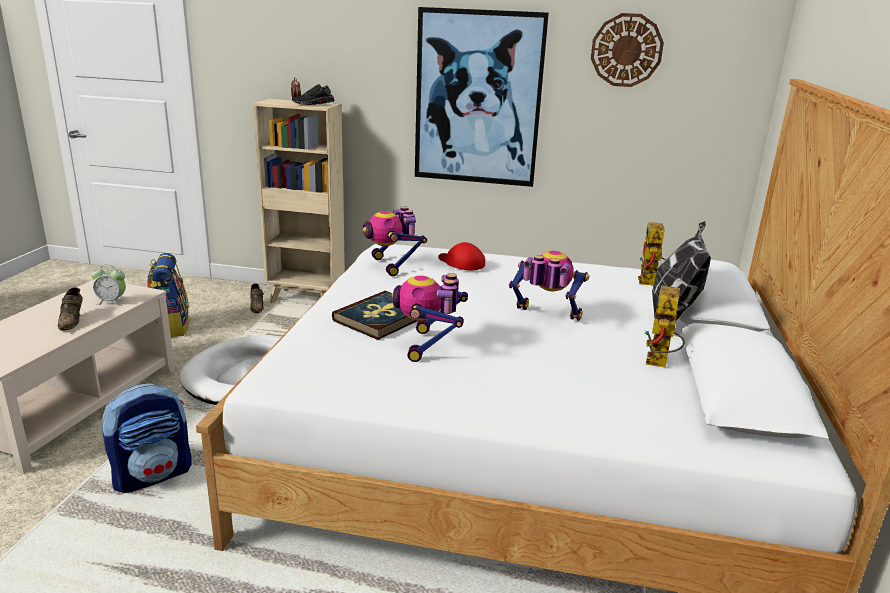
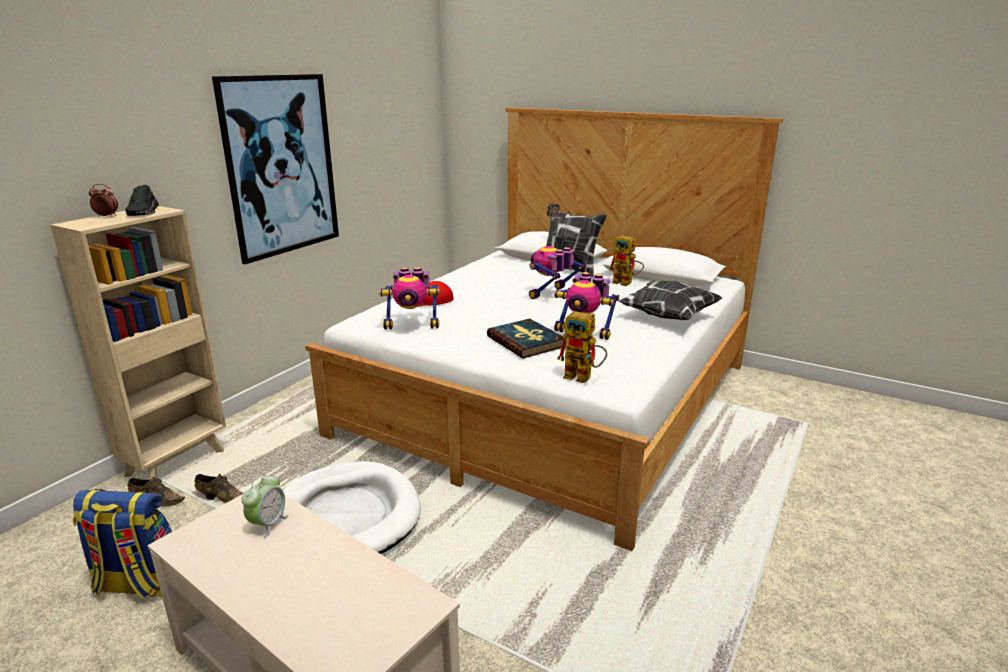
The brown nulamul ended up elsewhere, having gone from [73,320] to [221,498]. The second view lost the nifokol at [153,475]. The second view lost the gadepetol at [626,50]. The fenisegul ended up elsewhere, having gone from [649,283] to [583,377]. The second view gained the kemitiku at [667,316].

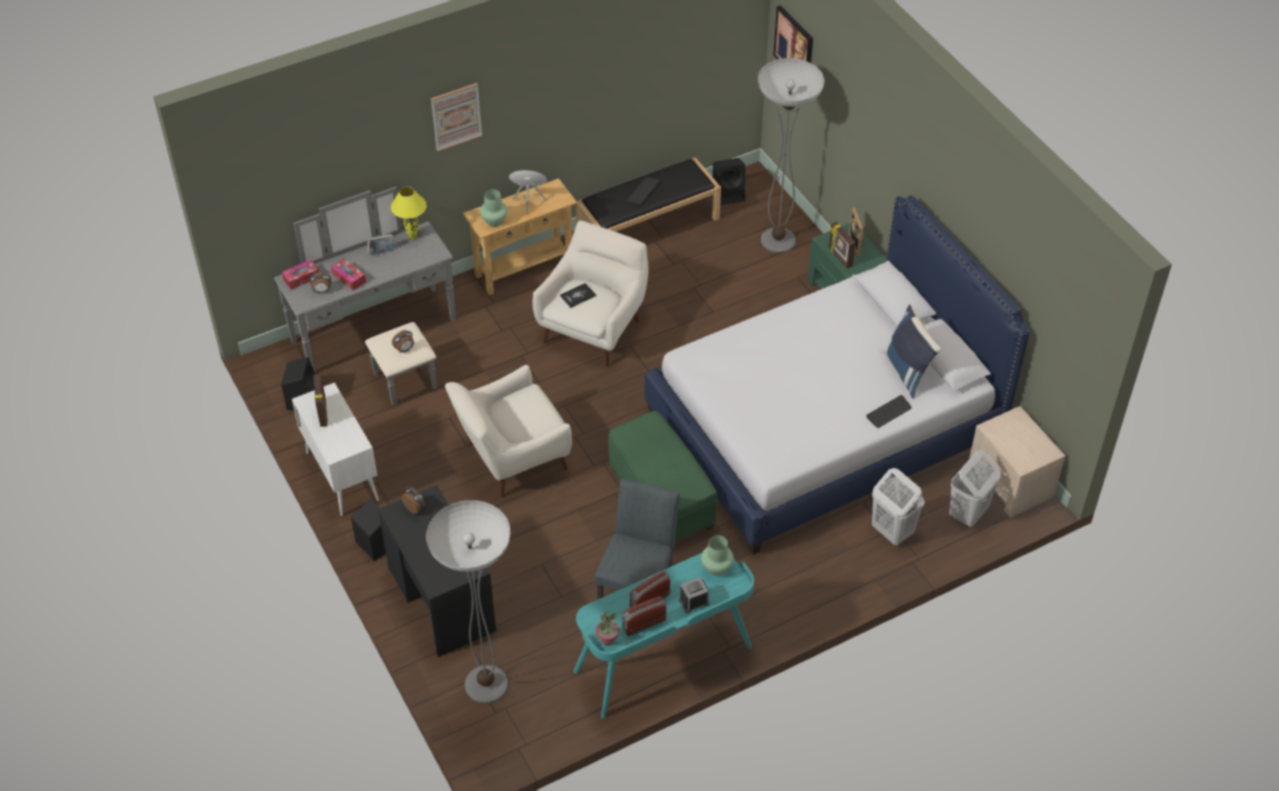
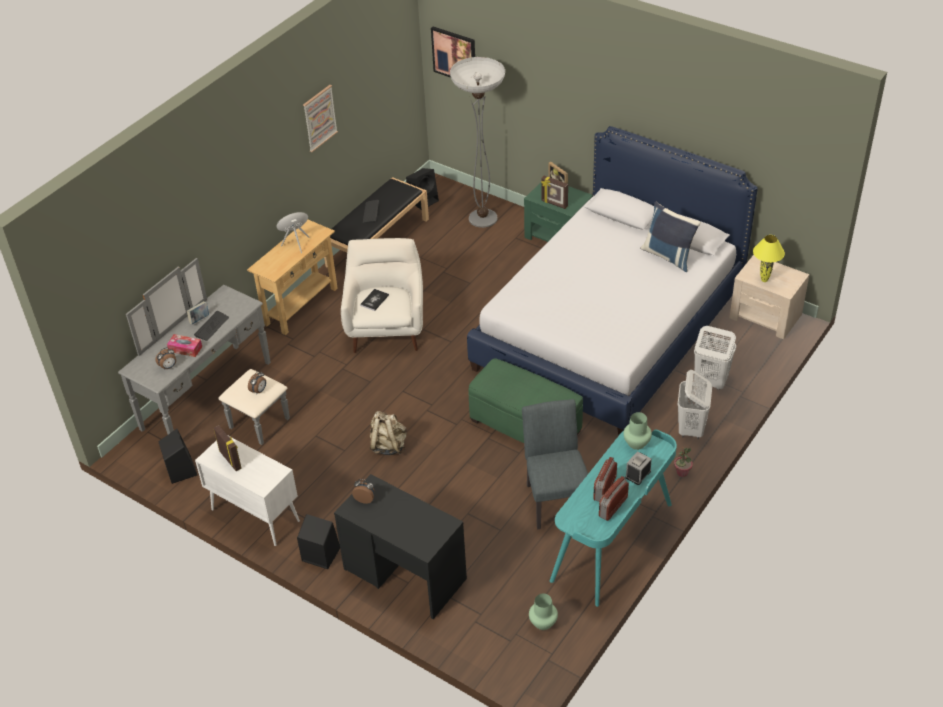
The second view lost the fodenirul at [301,278]. The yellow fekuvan ended up elsewhere, having gone from [412,236] to [764,280]. The second view lost the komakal at [486,684]. The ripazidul ended up elsewhere, having gone from [456,116] to [319,118]. Where the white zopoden stood at [512,459], the beige nifokol came to stand at [388,446]. The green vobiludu ended up elsewhere, having gone from [495,221] to [543,622]. The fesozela ended up elsewhere, having gone from [607,639] to [682,472]. The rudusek ended up elsewhere, having gone from [889,412] to [211,326]. The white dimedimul ended up elsewhere, having gone from [967,514] to [691,429].

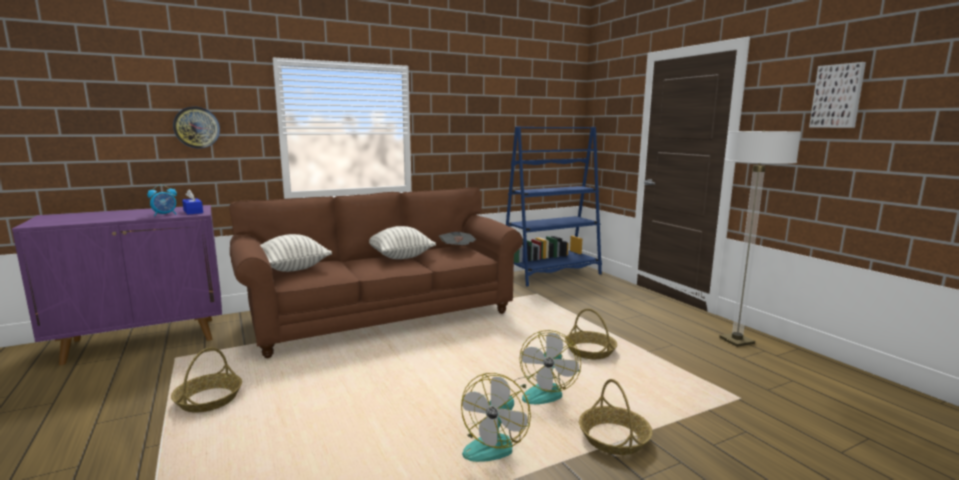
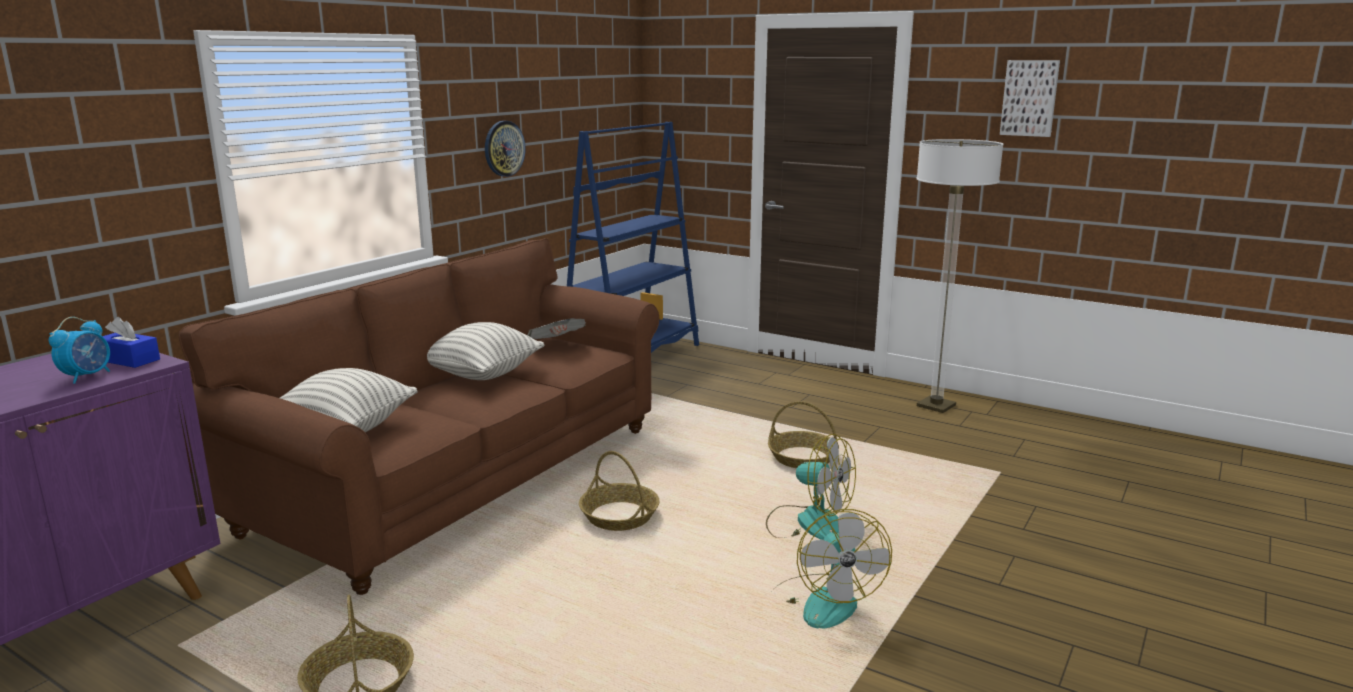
The gadepetol ended up elsewhere, having gone from [197,127] to [504,148]. The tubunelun at [544,391] ended up facing another way, 45 degrees counterclockwise from before. The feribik ended up elsewhere, having gone from [614,438] to [620,516].

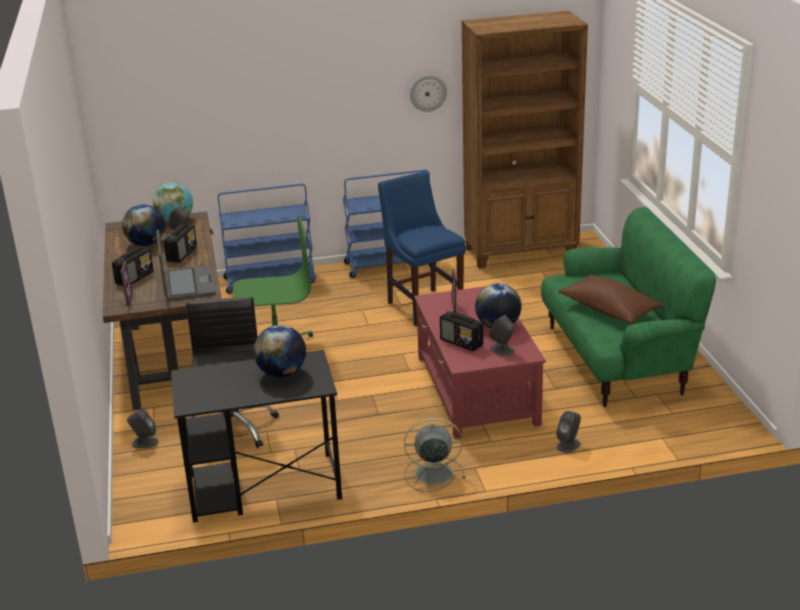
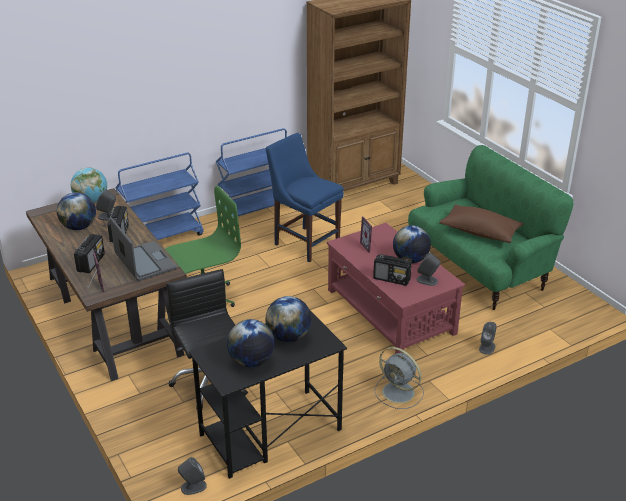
The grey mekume ended up elsewhere, having gone from [144,443] to [193,487]. The grey tubunelun at [432,474] ended up facing another way, 120 degrees counterclockwise from before. The second view lost the gadepetol at [428,93]. The second view gained the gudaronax at [251,361].

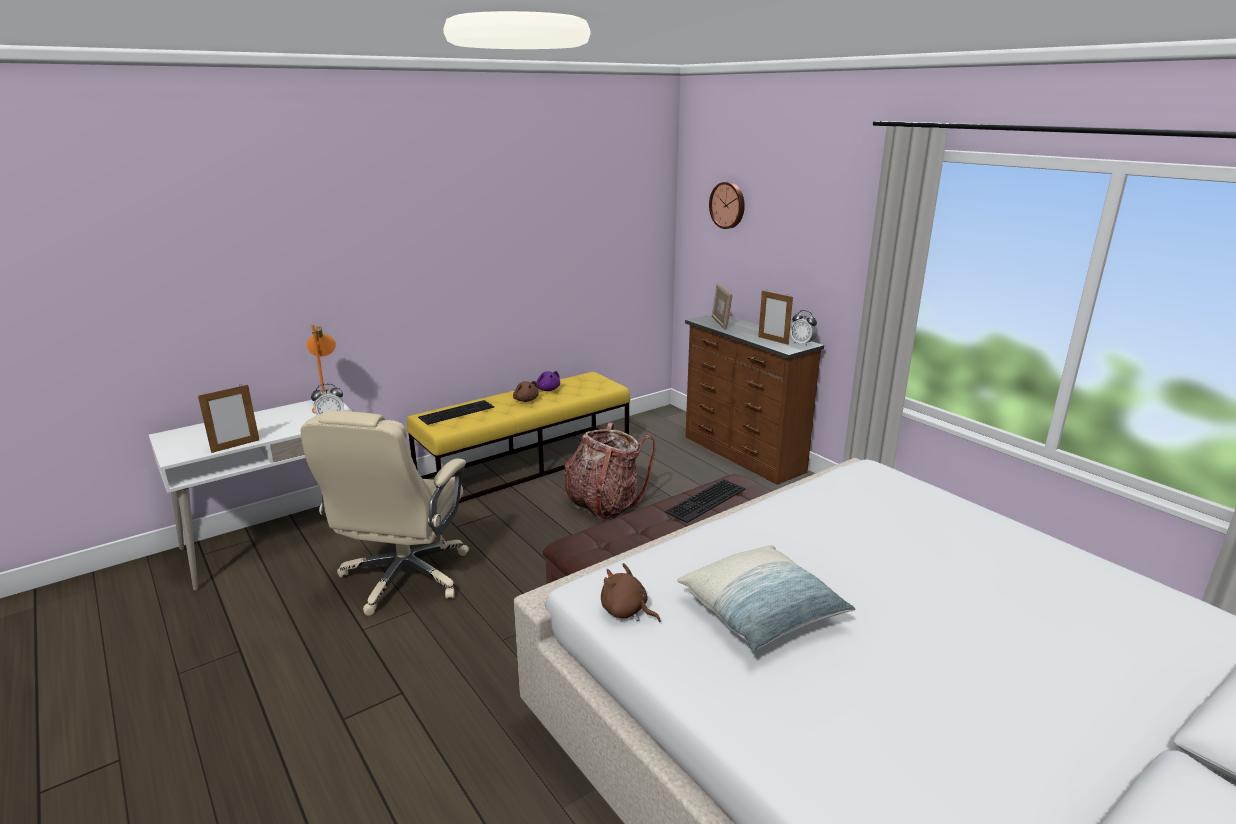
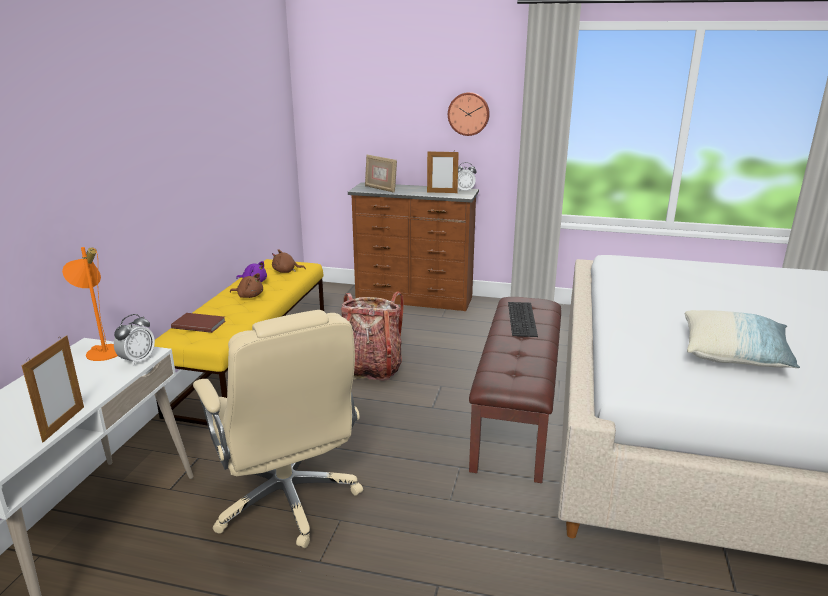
Where the rudusek stood at [456,411], the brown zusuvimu came to stand at [199,324]. The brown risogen ended up elsewhere, having gone from [626,611] to [286,271]. The gadepetol ended up elsewhere, having gone from [728,205] to [468,113].

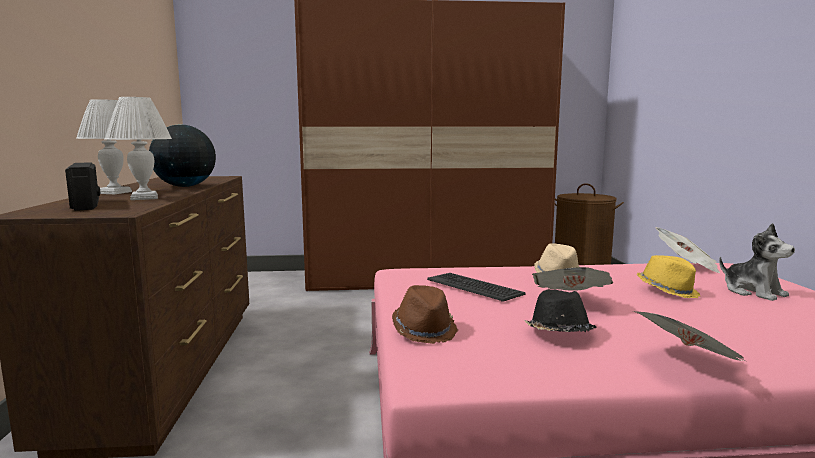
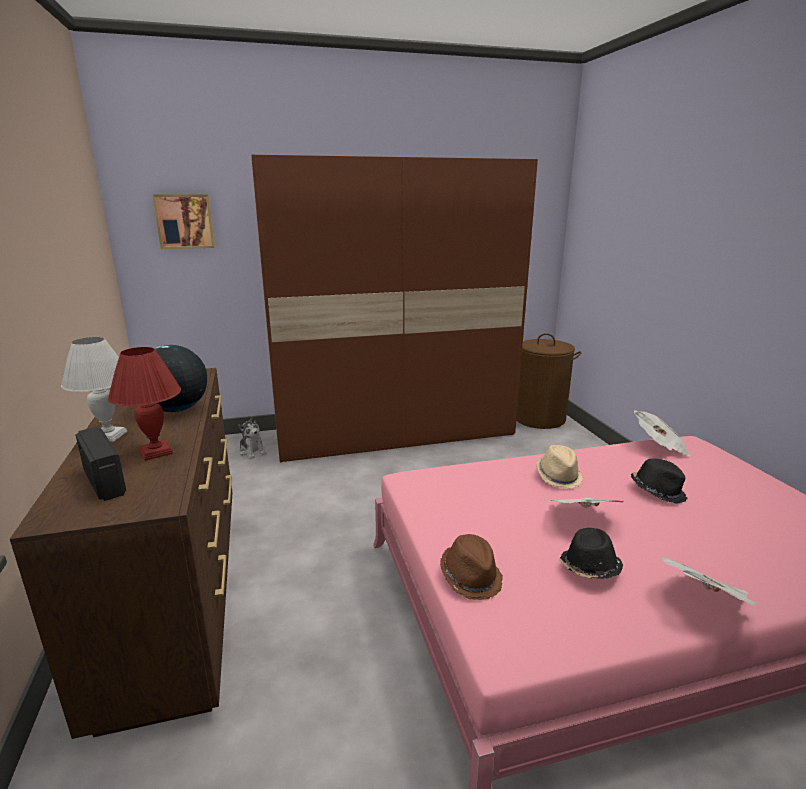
What was the white fekuvan at [144,198] turned into the red fekuvan at [155,452]. The second view lost the rudusek at [474,287]. What was the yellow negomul at [667,291] turned into the black negomul at [657,491]. The risogen ended up elsewhere, having gone from [753,292] to [252,452]. The second view gained the ripazidul at [185,221].

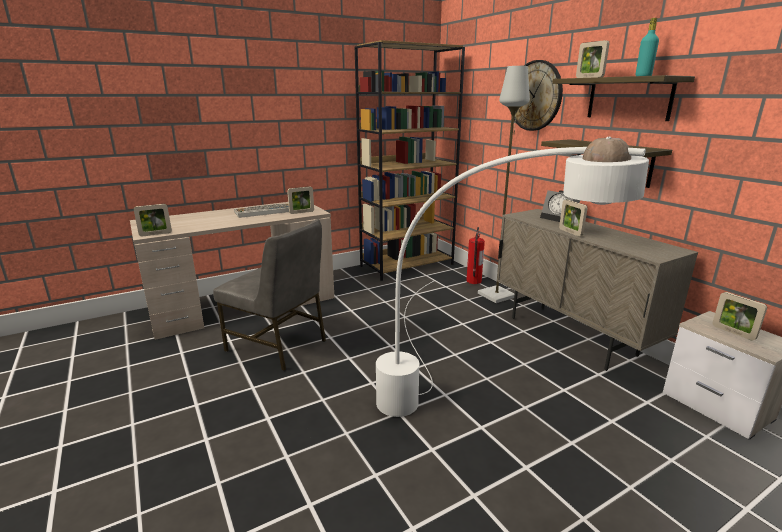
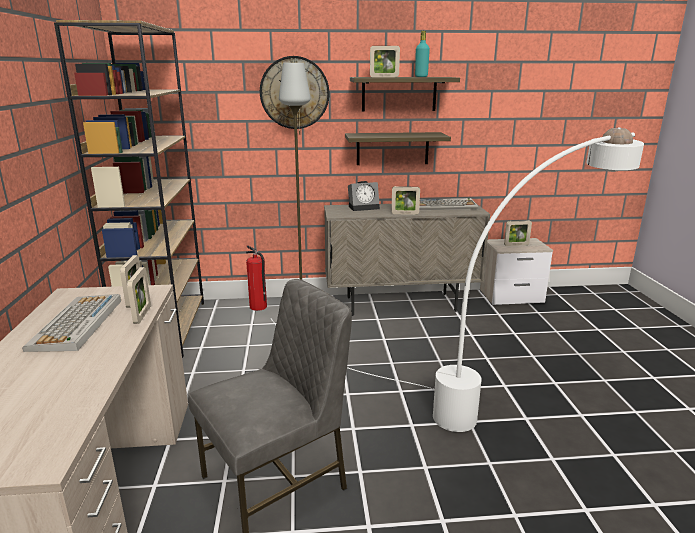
The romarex ended up elsewhere, having gone from [155,234] to [142,315]. The second view gained the rudusek at [444,206].

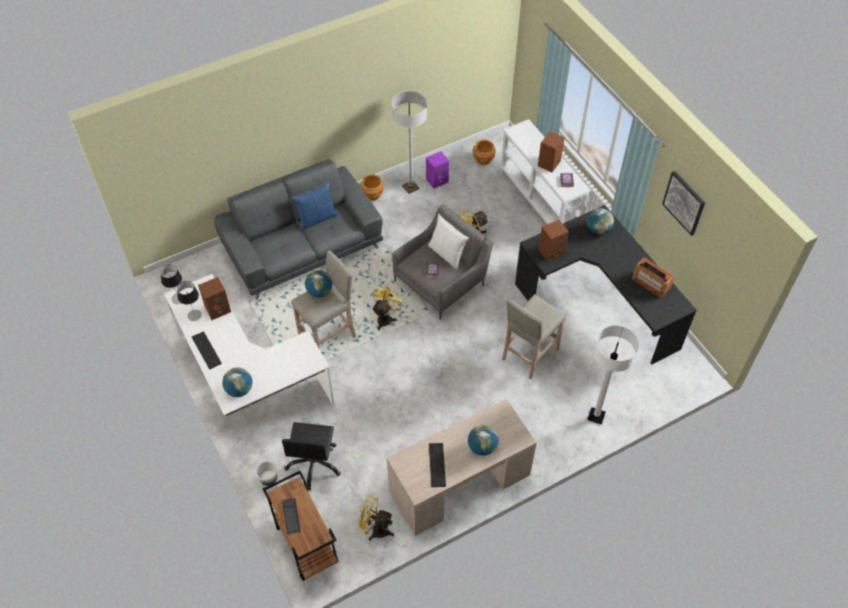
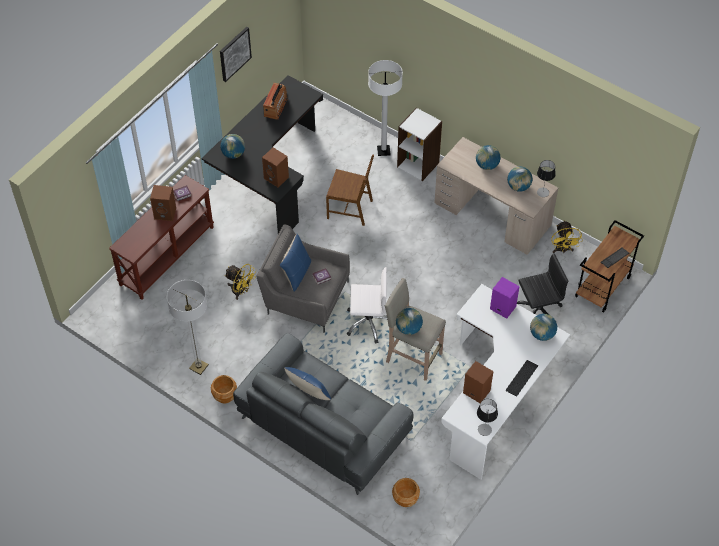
The fekuvan ended up elsewhere, having gone from [194,315] to [543,192]. The second view lost the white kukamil at [270,484]. Where the yellow tubunelun stood at [386,318], the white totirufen came to stand at [369,322]. The purple mekume ended up elsewhere, having gone from [437,180] to [502,308]. What was the white kemitiku at [447,254] turned into the blue kemitiku at [296,274]. Where the rudusek stood at [436,464], the gudaronax came to stand at [518,187]. The brown kukamil ended up elsewhere, having gone from [483,159] to [405,498]. What was the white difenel at [540,200] turned into the brown difenel at [166,255]. Where the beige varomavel stood at [529,355], the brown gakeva came to stand at [350,209]. The second view gained the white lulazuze at [418,164].

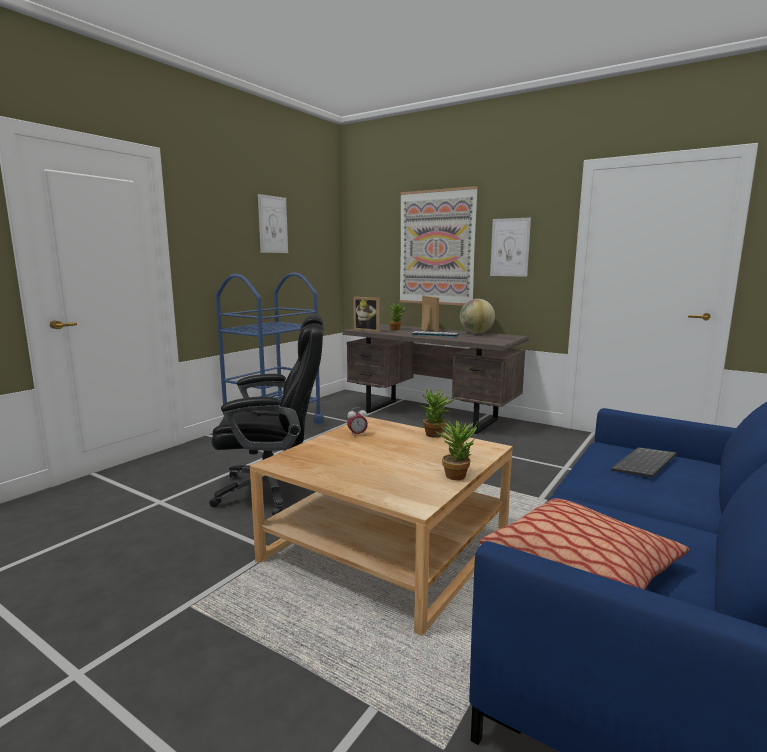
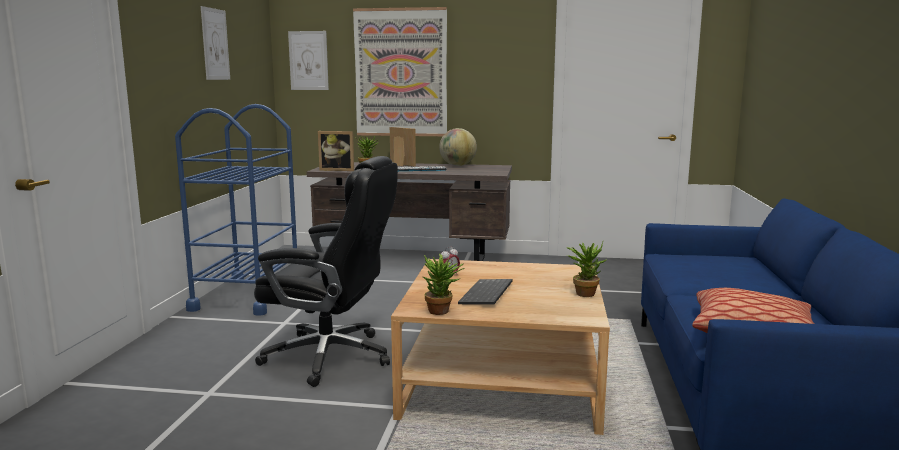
The black totirufen at [274,490] ended up facing another way, 45 degrees clockwise from before. The fesozela ended up elsewhere, having gone from [436,436] to [442,312]. The ripazidul ended up elsewhere, having gone from [510,247] to [308,60]. The rudusek ended up elsewhere, having gone from [645,465] to [487,294].

